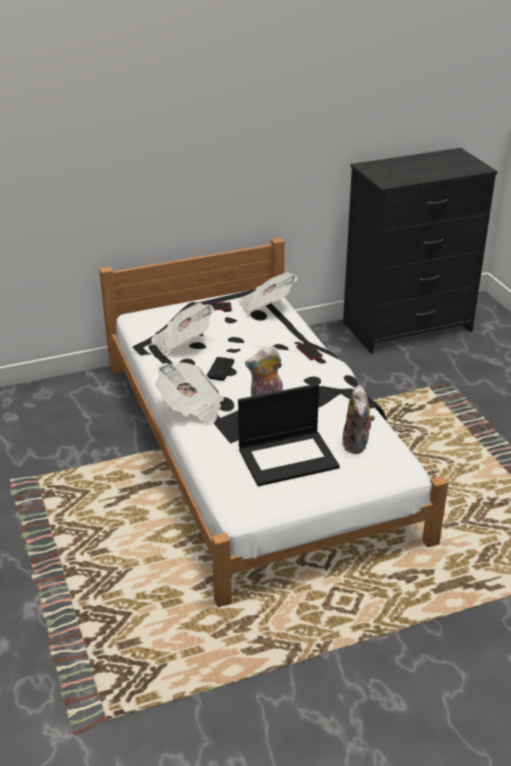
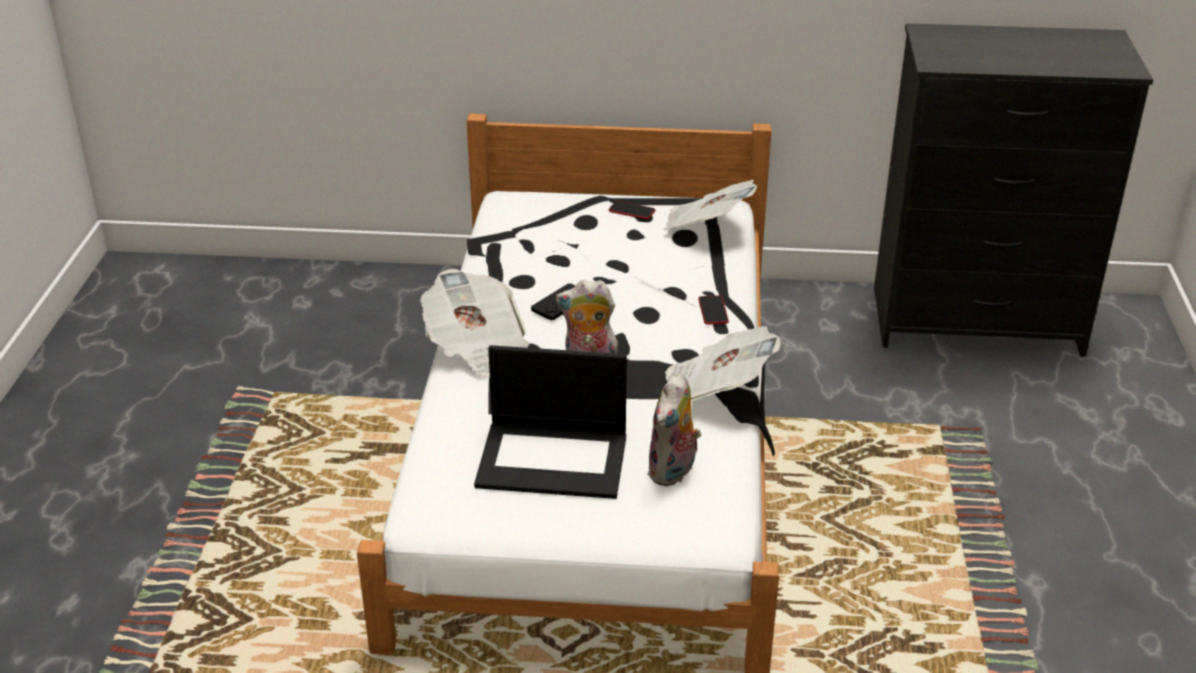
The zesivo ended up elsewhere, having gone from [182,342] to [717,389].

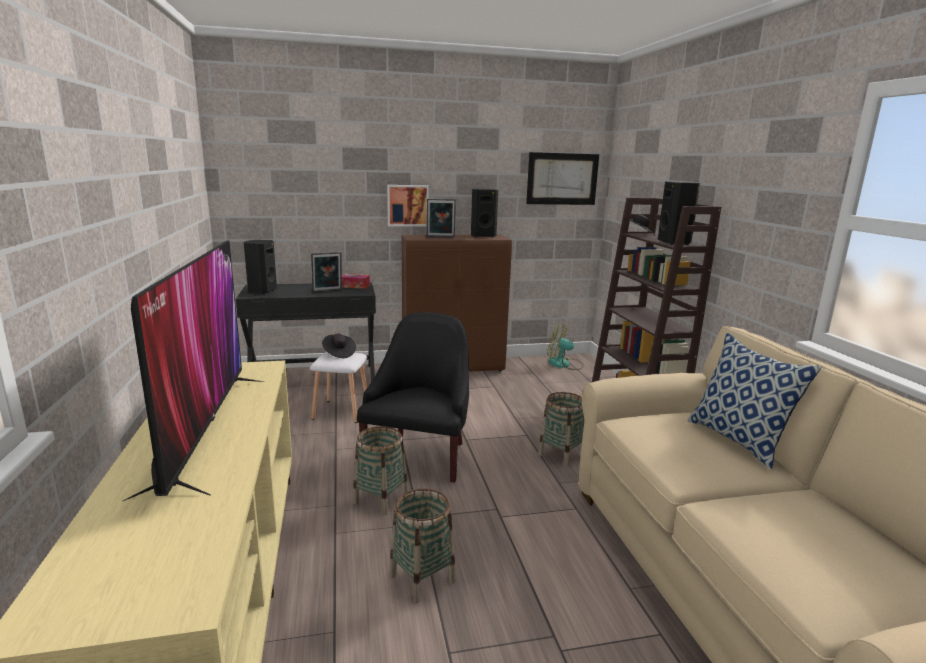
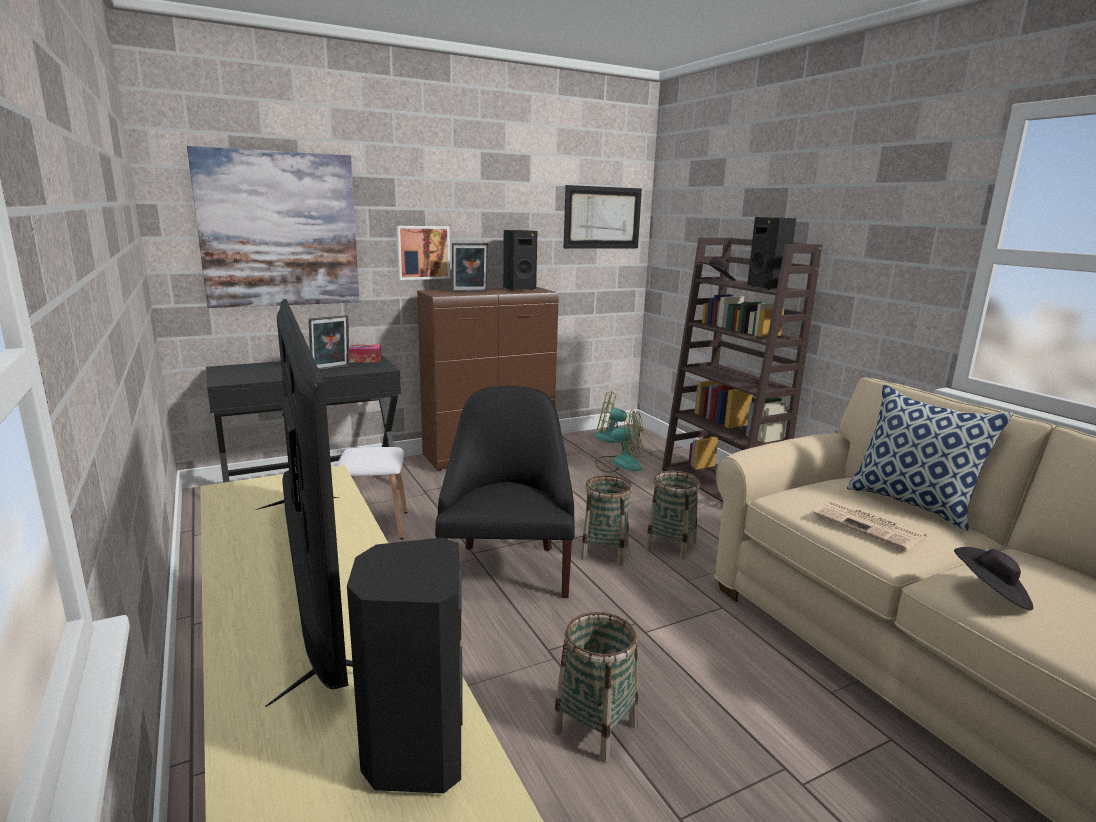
The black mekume ended up elsewhere, having gone from [261,291] to [413,751]. The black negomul ended up elsewhere, having gone from [338,353] to [990,593]. The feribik ended up elsewhere, having gone from [380,499] to [604,552]. The second view gained the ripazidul at [279,230]. The second view gained the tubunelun at [619,463]. The second view gained the zesivo at [870,526].

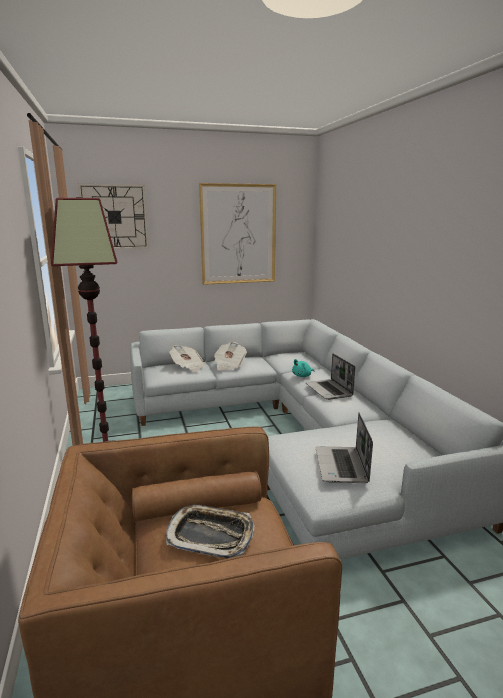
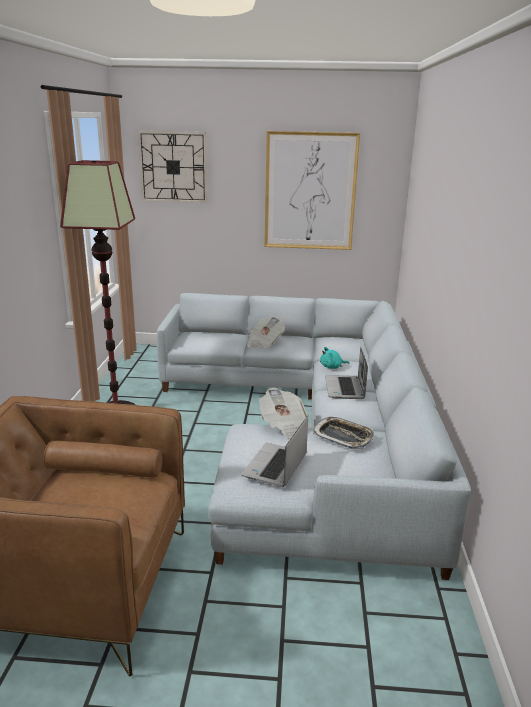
The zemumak ended up elsewhere, having gone from [210,535] to [343,436]. The zesivo ended up elsewhere, having gone from [188,367] to [284,425].

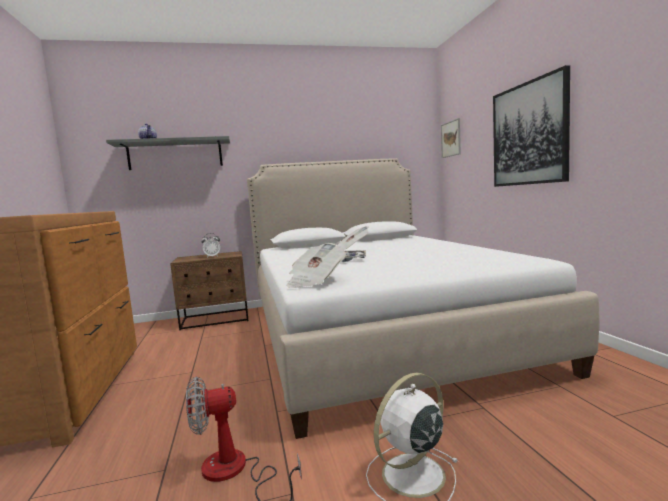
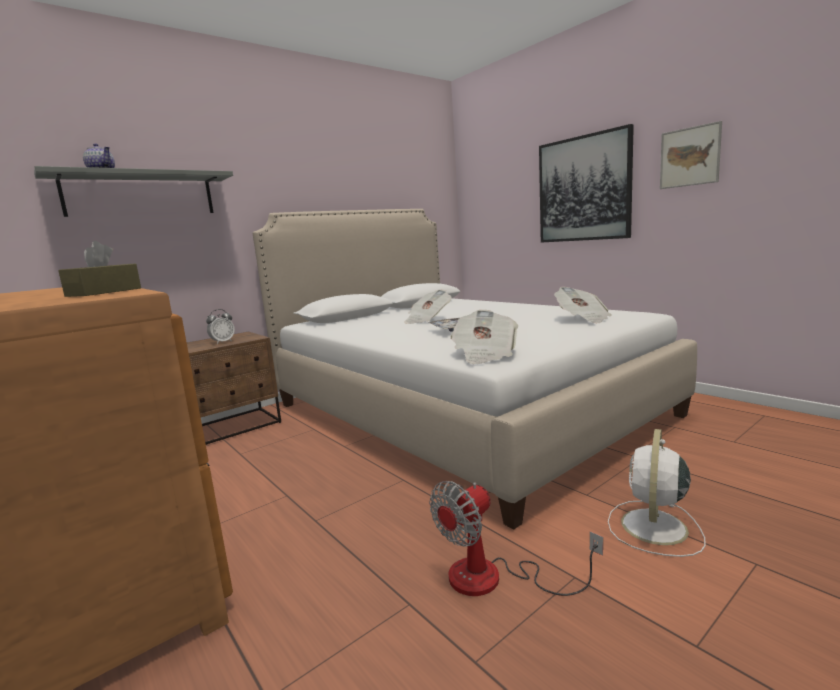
The ripazidul ended up elsewhere, having gone from [451,139] to [689,157]. The second view gained the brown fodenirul at [104,292]. The second view gained the zesivo at [582,319].

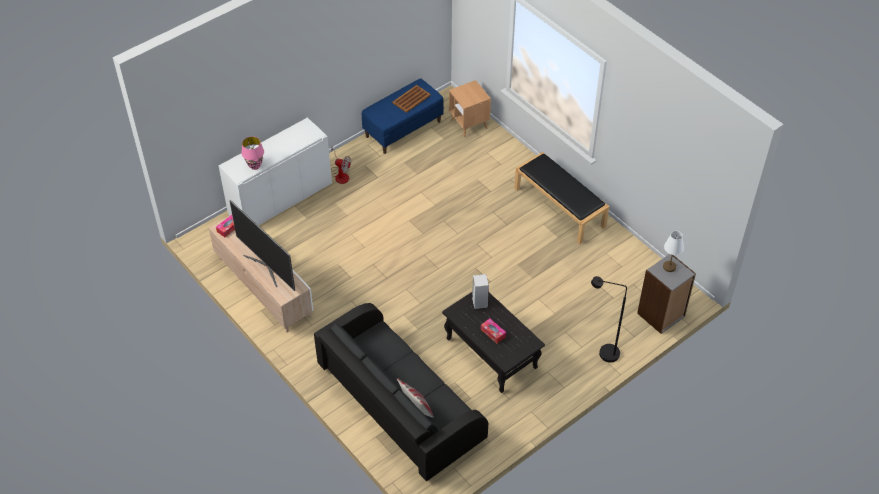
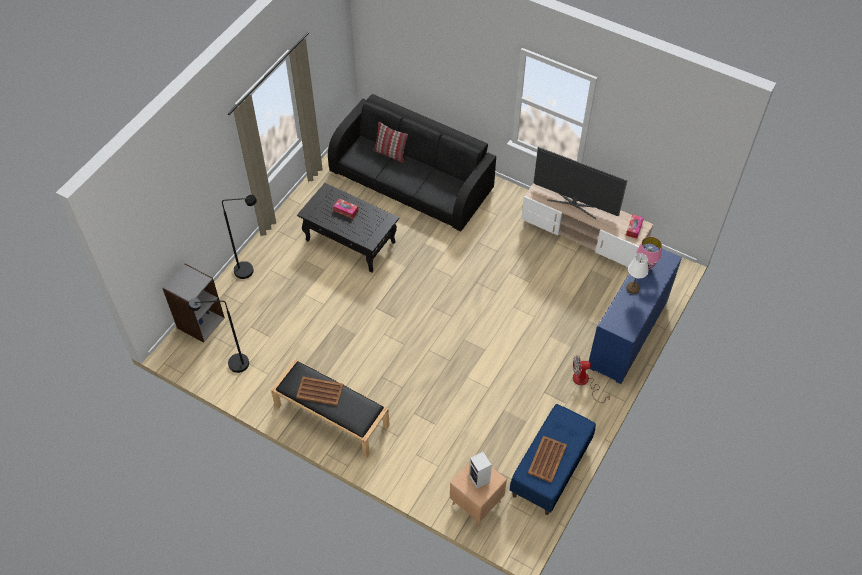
What was the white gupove at [280,199] turned into the blue gupove at [628,333]. The mekume ended up elsewhere, having gone from [479,302] to [480,479]. The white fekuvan ended up elsewhere, having gone from [669,266] to [633,288]. The second view gained the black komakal at [232,364]. The second view gained the brown zemumak at [319,391].

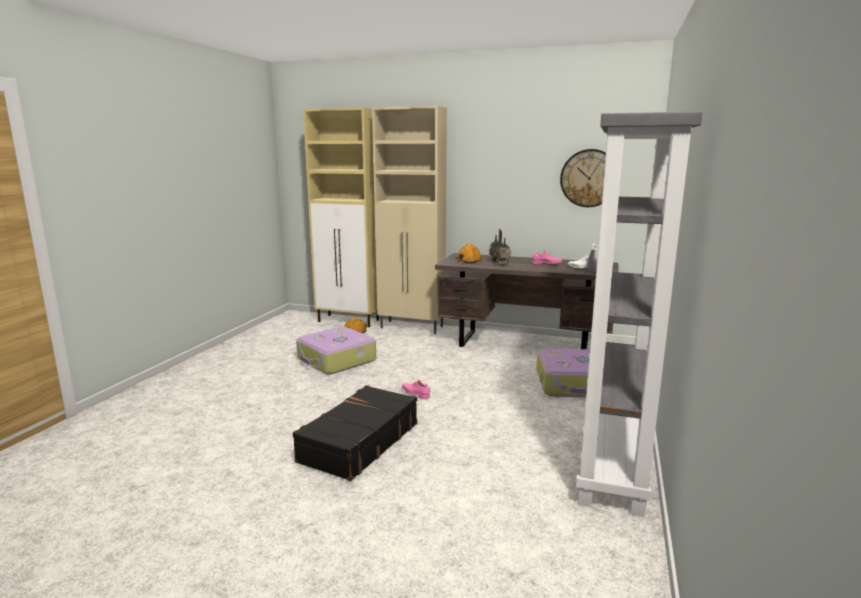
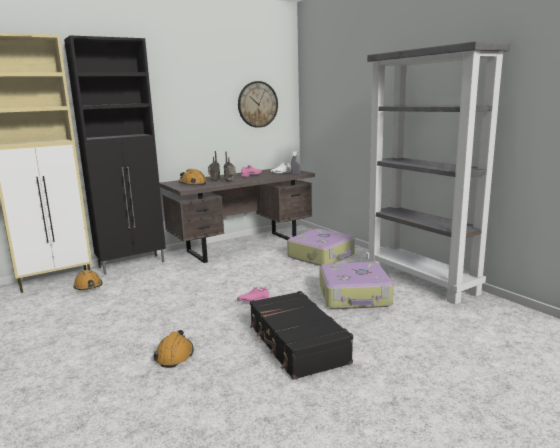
The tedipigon ended up elsewhere, having gone from [336,360] to [355,296]. What was the beige gupove at [412,327] turned into the black gupove at [133,264]. The second view gained the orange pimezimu at [174,355].

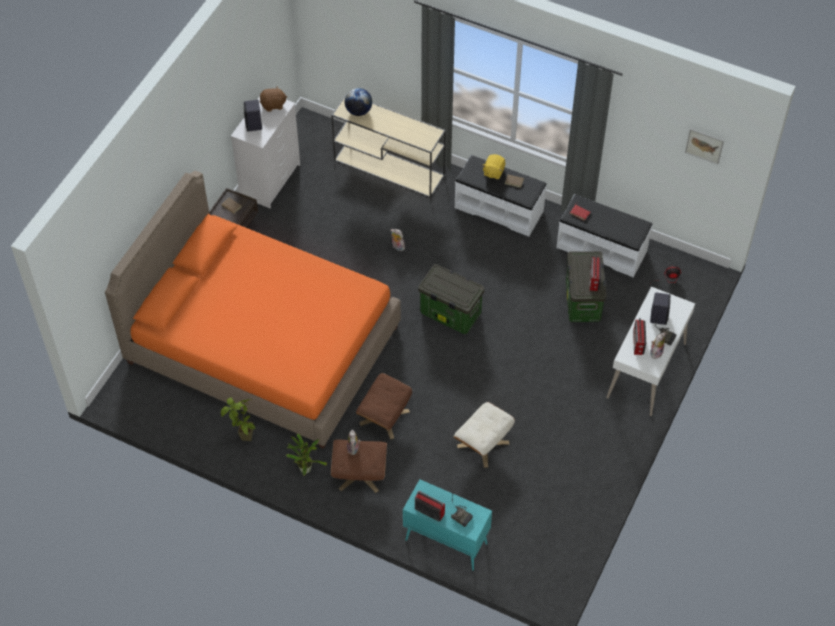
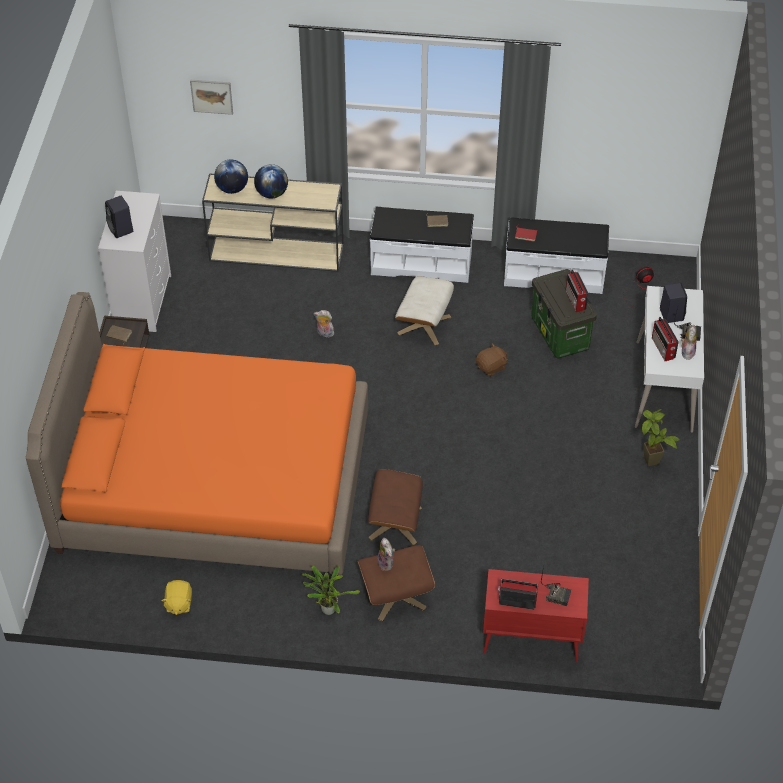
The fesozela ended up elsewhere, having gone from [244,441] to [651,466]. The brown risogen ended up elsewhere, having gone from [273,105] to [491,367]. What was the turquoise gupove at [445,541] turned into the red gupove at [530,640]. The second view lost the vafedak at [449,314]. The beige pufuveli ended up elsewhere, having gone from [483,445] to [424,325]. The yellow risogen ended up elsewhere, having gone from [493,172] to [178,603]. The ripazidul ended up elsewhere, having gone from [704,146] to [211,96]. The second view gained the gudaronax at [272,193].

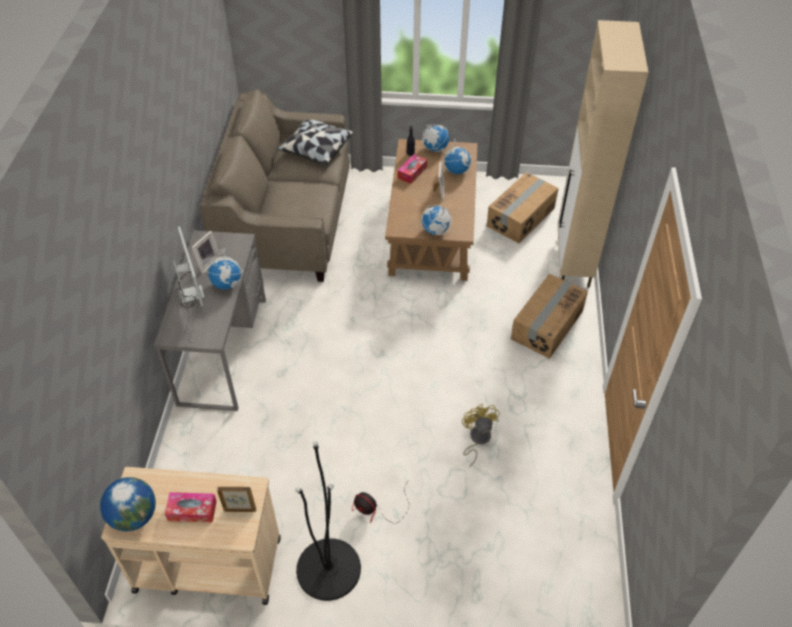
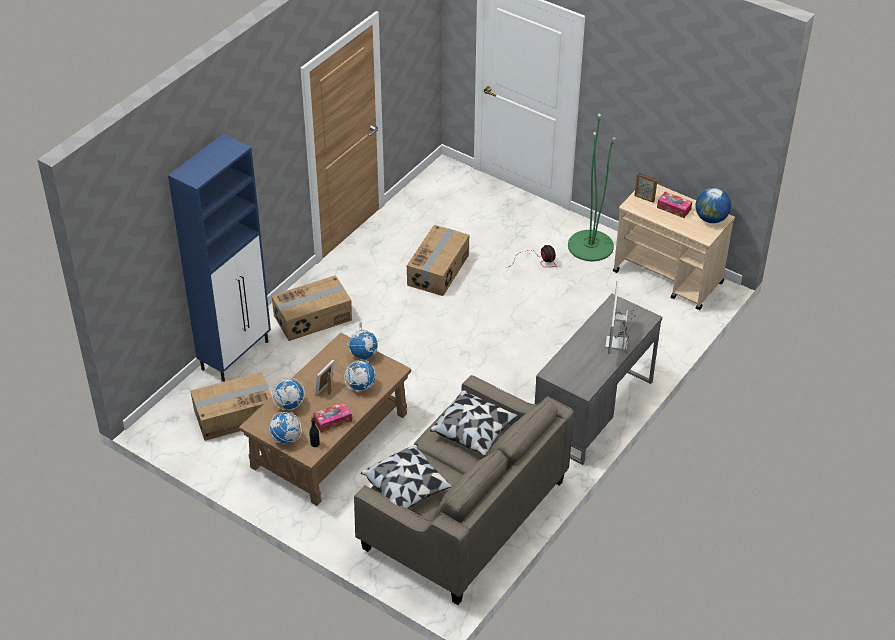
The second view lost the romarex at [207,263]. The gudaronax ended up elsewhere, having gone from [227,283] to [360,386]. What was the black komakal at [328,569] turned into the green komakal at [590,246]. Where the yellow tubunelun stood at [477,439], the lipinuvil came to stand at [439,270]. What was the beige gupove at [573,262] turned into the blue gupove at [236,355]. The second view gained the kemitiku at [474,431].

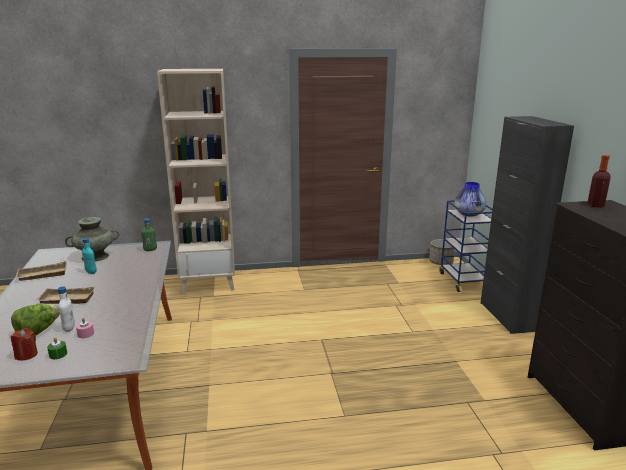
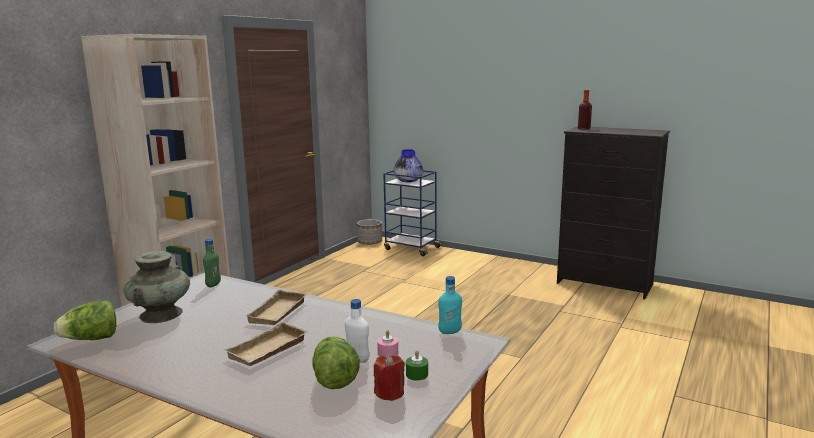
The beige zemumak ended up elsewhere, having gone from [42,275] to [279,313]. The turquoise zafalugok ended up elsewhere, having gone from [91,272] to [450,332]. The second view lost the black gupove at [507,316]. The second view gained the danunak at [91,339].

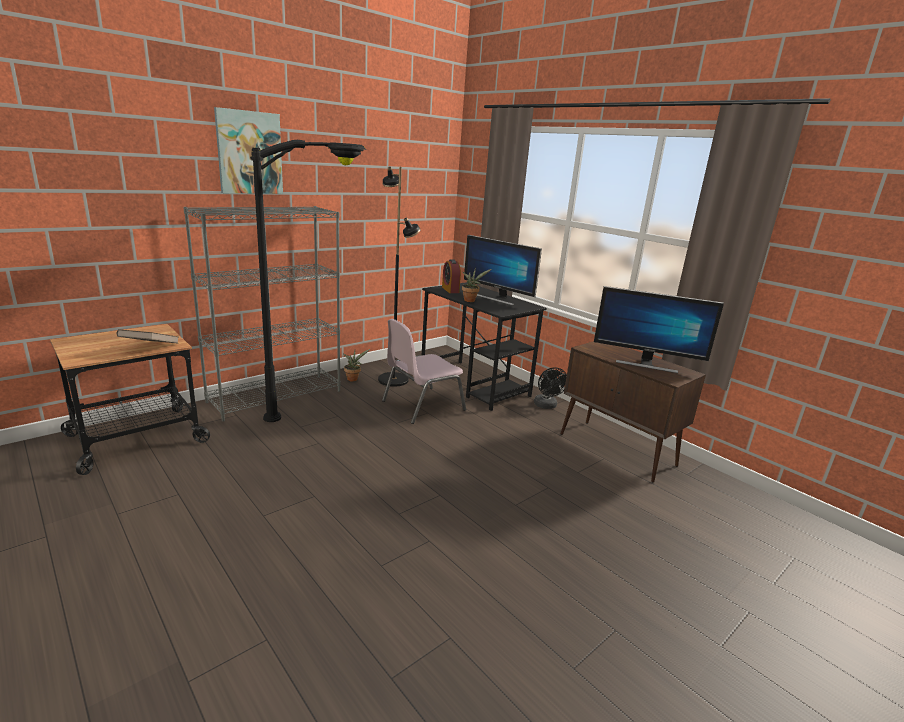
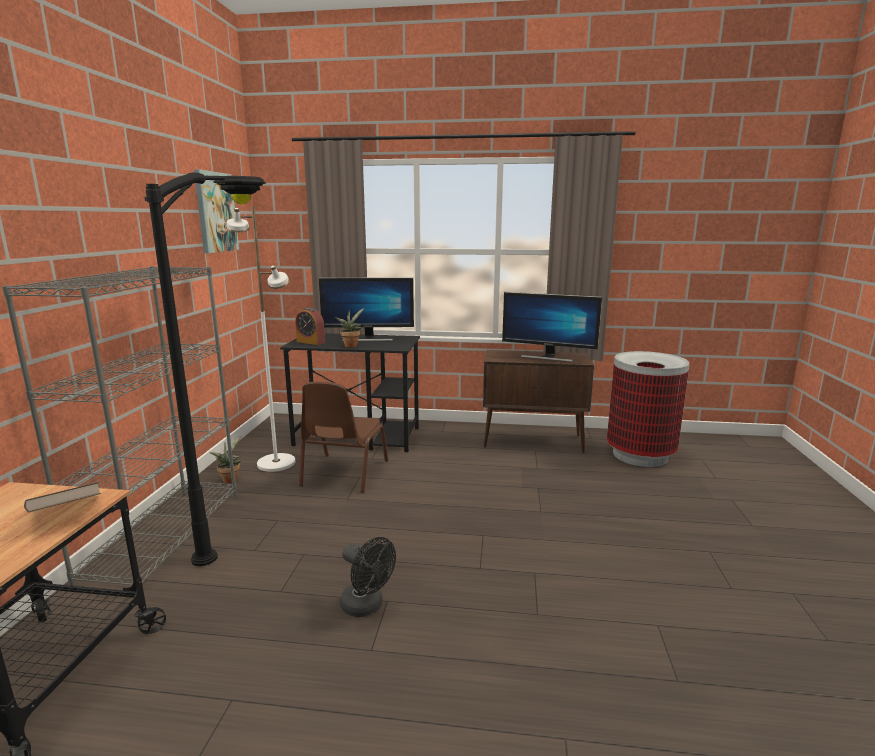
The ripazidul ended up elsewhere, having gone from [249,153] to [215,212]. What was the black komakal at [393,380] turned into the white komakal at [276,463]. What was the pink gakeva at [421,405] turned into the brown gakeva at [343,473]. The black tubunelun ended up elsewhere, having gone from [546,406] to [367,606]. The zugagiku at [646,364] ended up facing another way, 45 degrees clockwise from before. The second view gained the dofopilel at [639,455].

